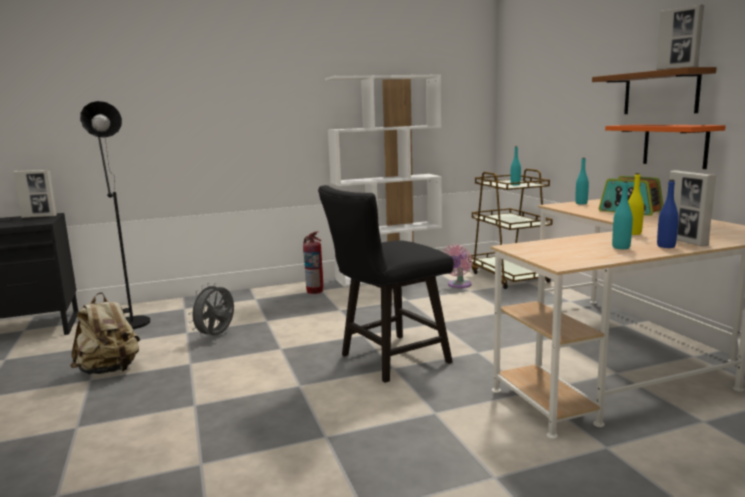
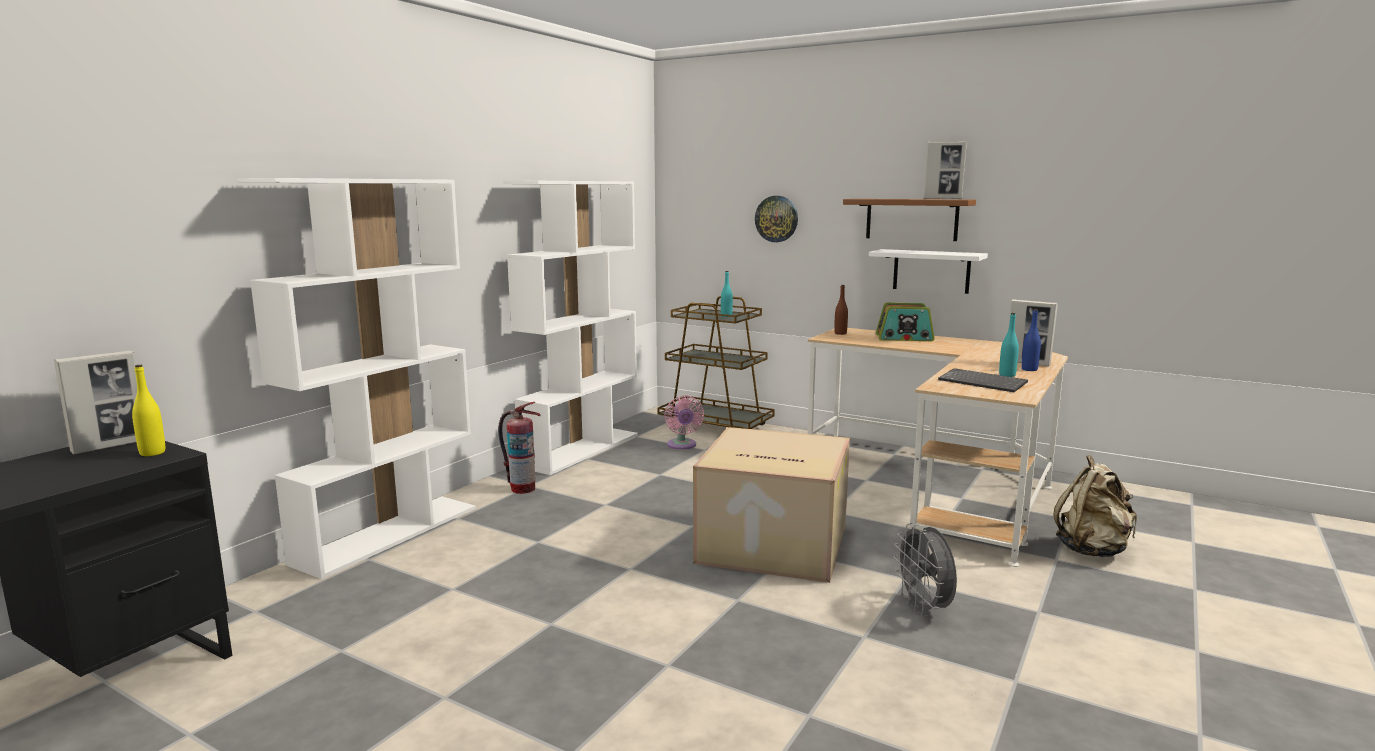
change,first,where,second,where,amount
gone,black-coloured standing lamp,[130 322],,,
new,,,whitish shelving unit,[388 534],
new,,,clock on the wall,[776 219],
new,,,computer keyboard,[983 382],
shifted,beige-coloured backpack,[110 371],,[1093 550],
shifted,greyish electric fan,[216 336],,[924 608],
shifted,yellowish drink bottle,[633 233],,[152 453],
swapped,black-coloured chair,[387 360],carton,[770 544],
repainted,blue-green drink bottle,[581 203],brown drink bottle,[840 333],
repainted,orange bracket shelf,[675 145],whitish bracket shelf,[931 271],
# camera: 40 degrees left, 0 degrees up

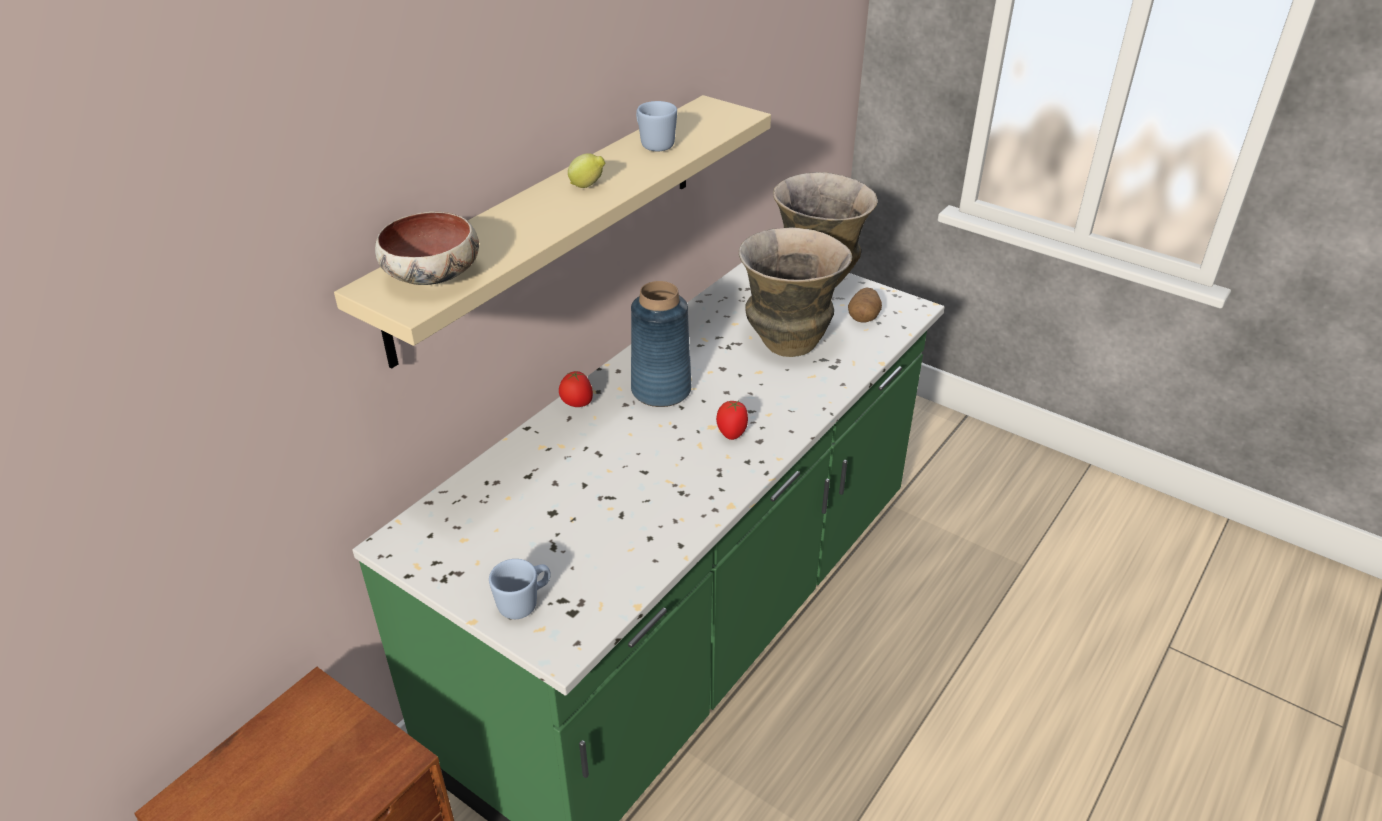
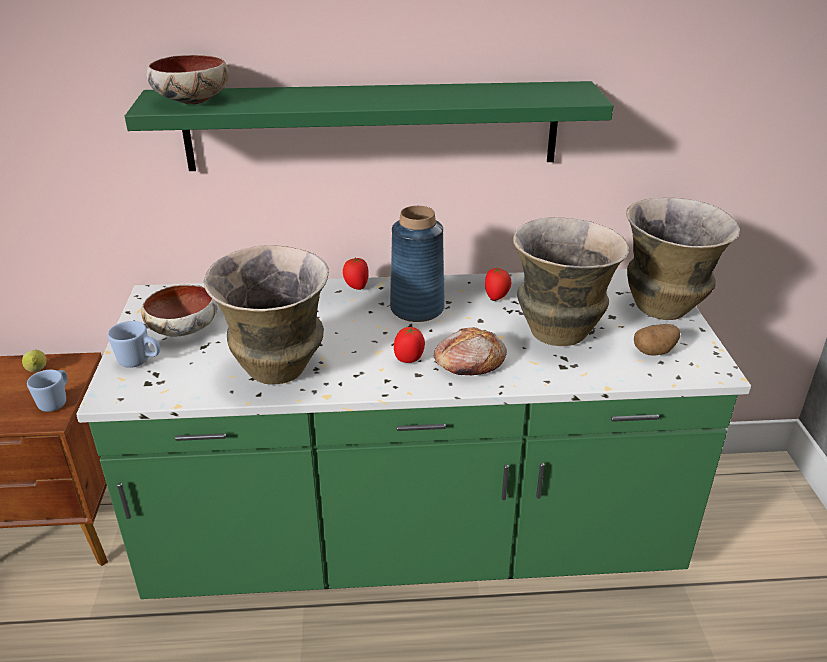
change,first,where,second,where,amount
new,,,deep dish,[184 329],
new,,,vase,[279 370],
new,,,bakery bread,[469 361],
new,,,whole tomato,[496 297],
shifted,citrus fruit,[588 186],,[37 371],
shifted,blue mug,[653 144],,[56 401],
repainted,beige-coloured bracket shelf,[551 222],greenish bracket shelf,[372 126],
# camera: 50 degrees right, 5 degrees down

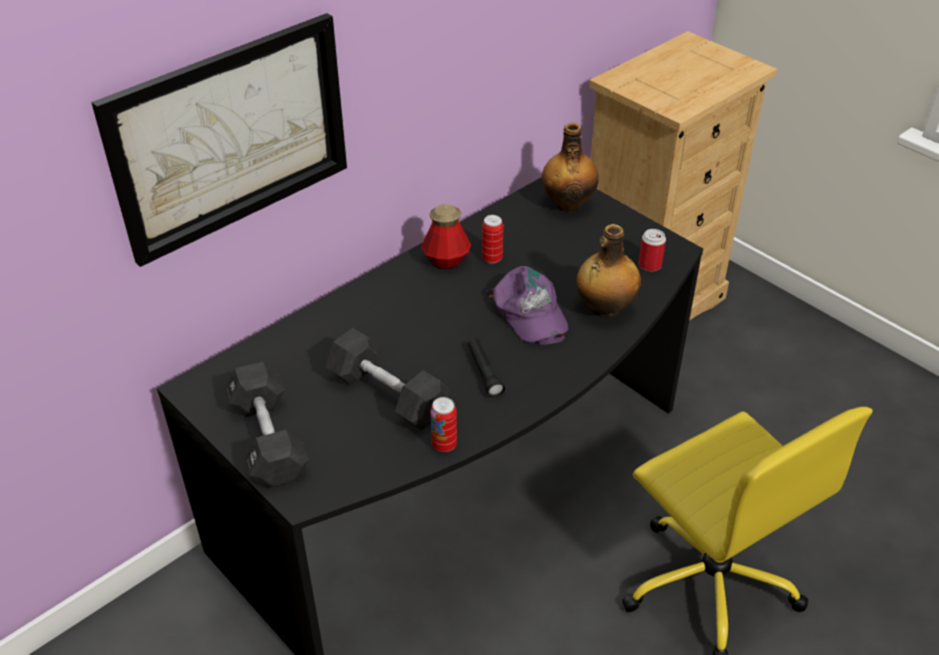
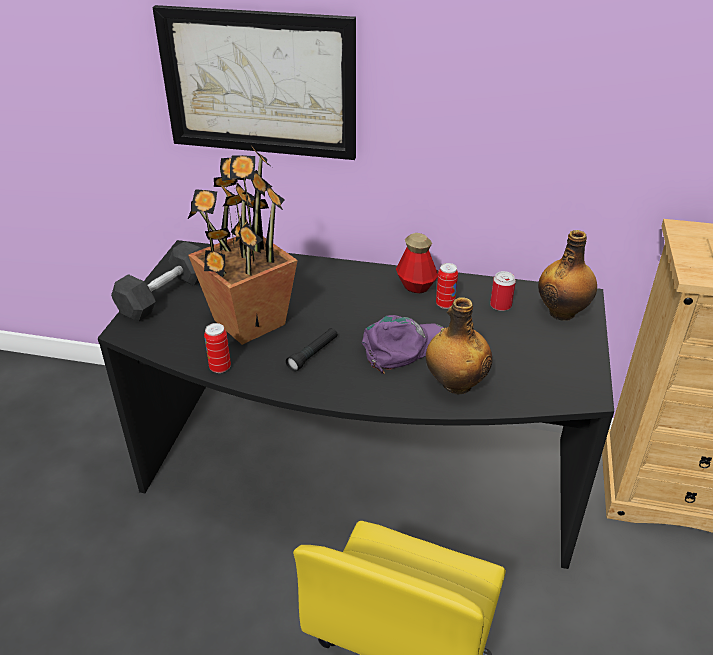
change,first,where,second,where,amount
shifted,sealed can,[650 265],,[500 305],
swapped,black-coloured free weight,[387 395],houseplant,[248 322],
rotated,purple cap,[529 313],,[403 347],150 degrees counterclockwise
# camera: 55 degrees right, 5 degrees down

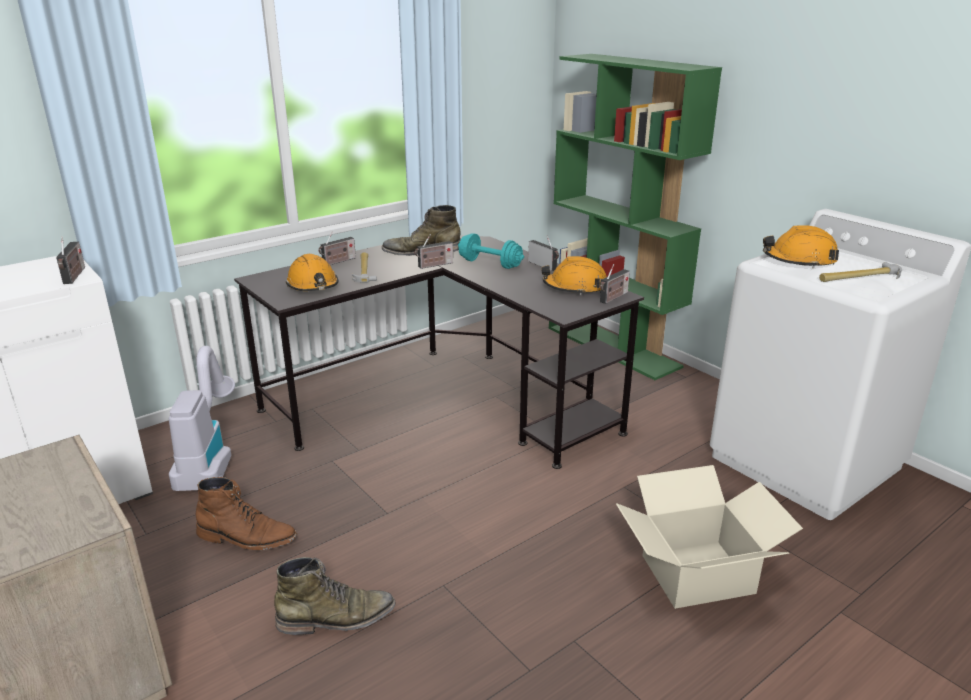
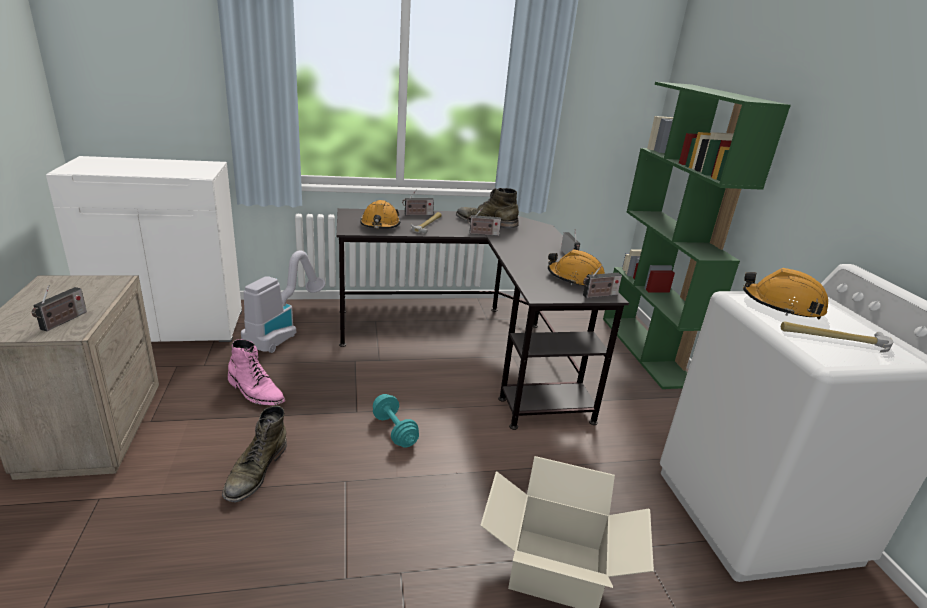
change,first,where,second,where,amount
shifted,radio set,[74 276],,[62 321],
shifted,blue-green free weight,[490 264],,[394 430],
repainted,brown tall boot,[247 538],pink-coloured tall boot,[255 391],
rotated,greenish tall boot,[337 618],,[256 471],90 degrees clockwise
# camera: 25 degrees right, 0 degrees up

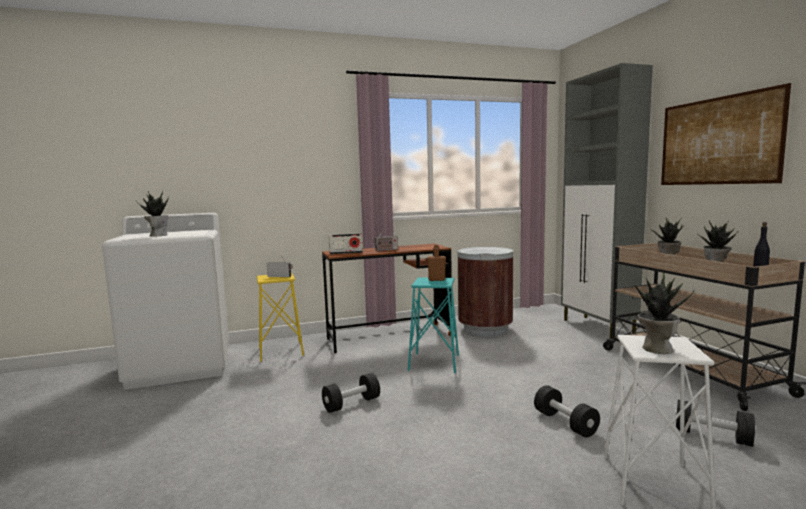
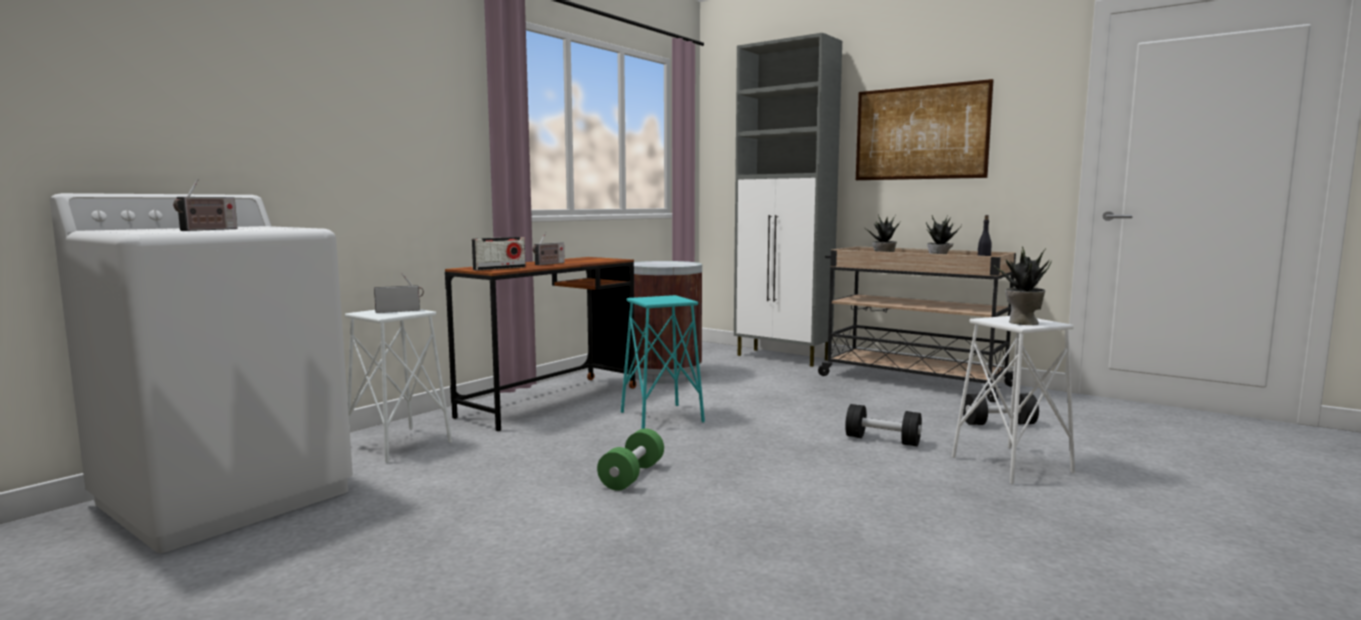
change,first,where,second,where,amount
gone,brown drink bottle,[436 280],,,
swapped,houseplant,[158 235],radio set,[207 230],
repainted,yellowish stool seat,[281 351],whitish stool seat,[399 444],
repainted,black-coloured free weight,[351 404],greenish free weight,[632 476],
# camera: 35 degrees left, 0 degrees up

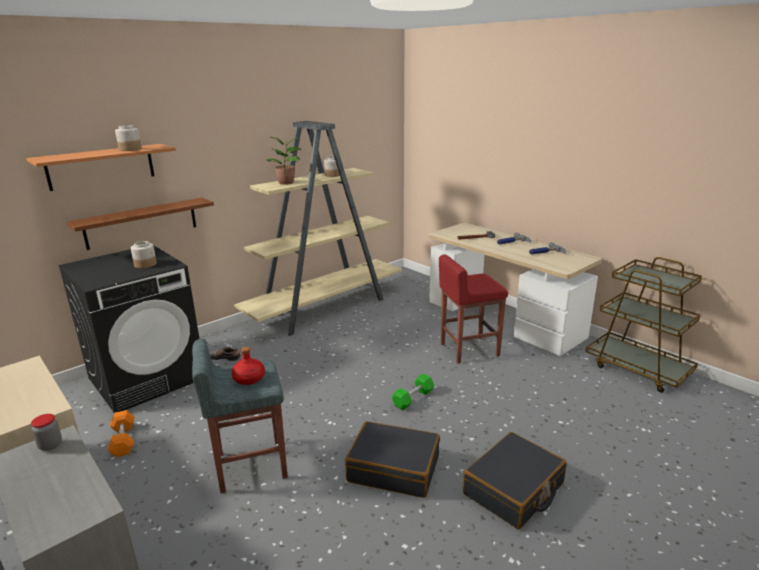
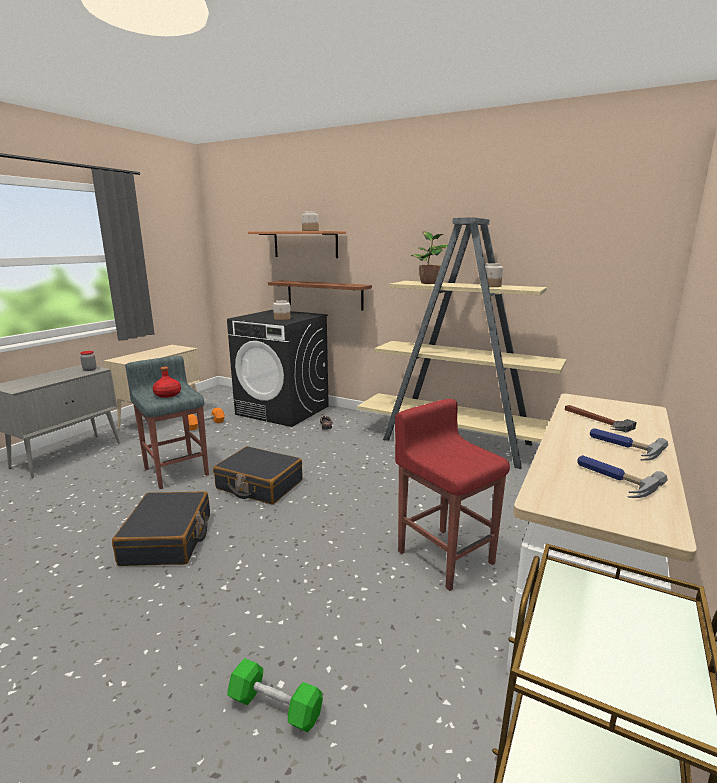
change,first,where,second,where,amount
shifted,greenish free weight,[413 398],,[275 706],
shifted,black-coloured travel case,[514 489],,[259 485],
# camera: 70 degrees right, 5 degrees down

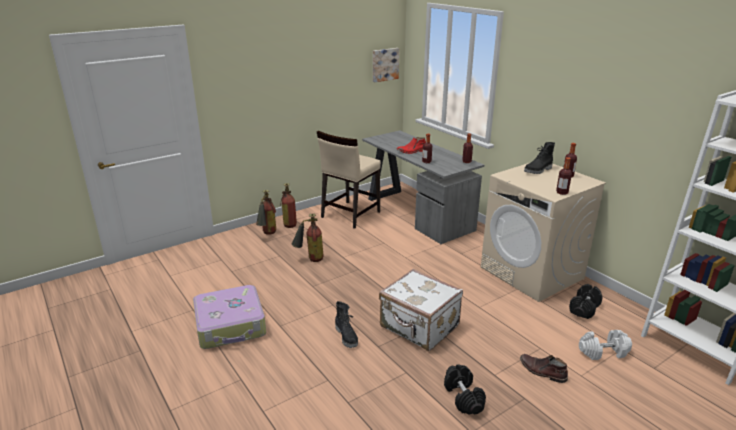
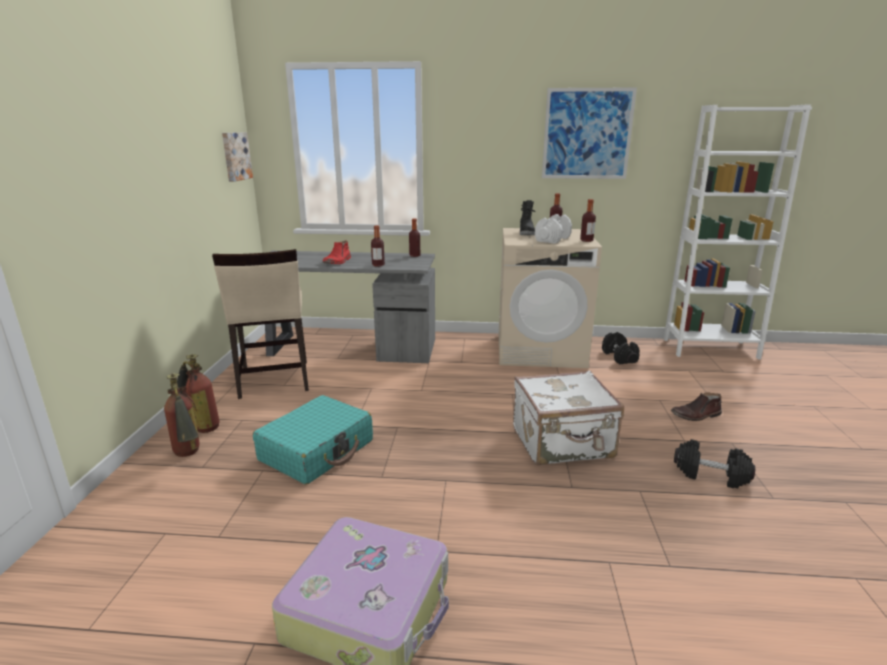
change,first,where,second,where,amount
gone,black-coloured tall boot,[347 336],,,
new,,,picture,[587 134],
shifted,whitish free weight,[603 352],,[552 239],
swapped,extinguisher,[310 259],blue-green travel case,[317 450],
# camera: 50 degrees left, 5 degrees down

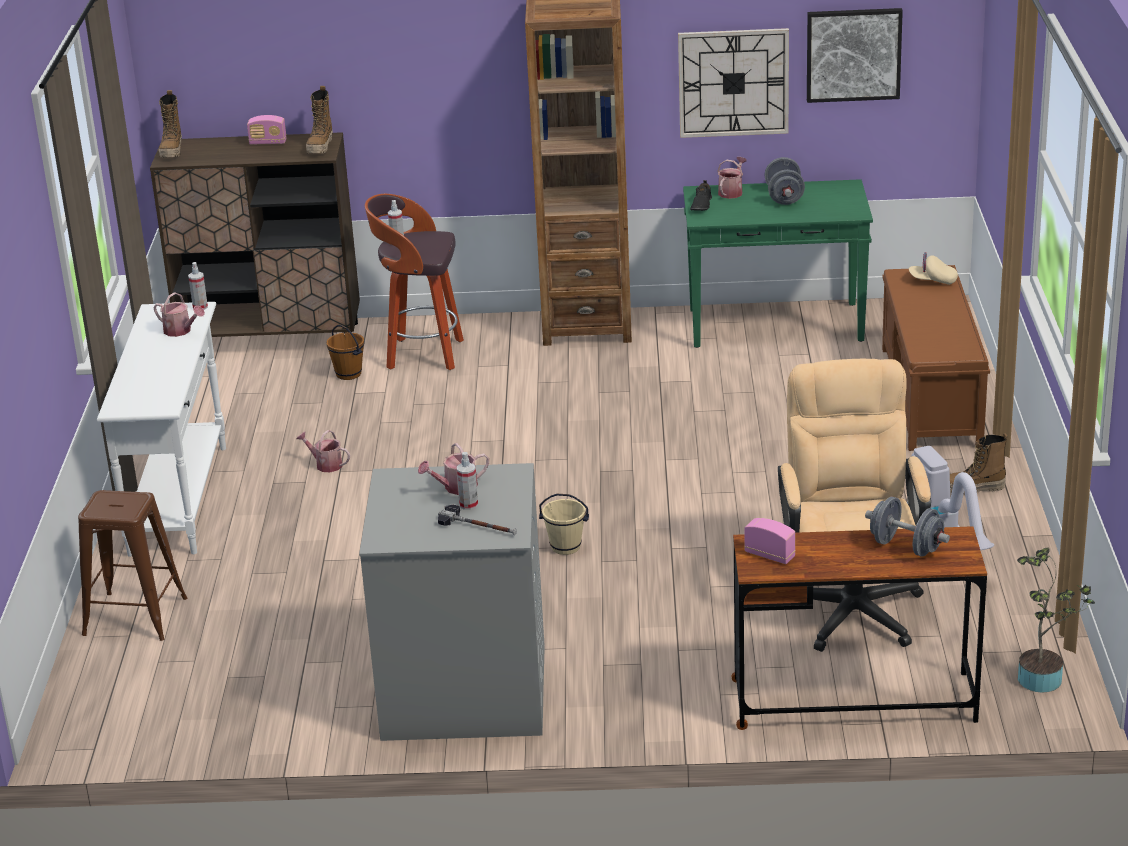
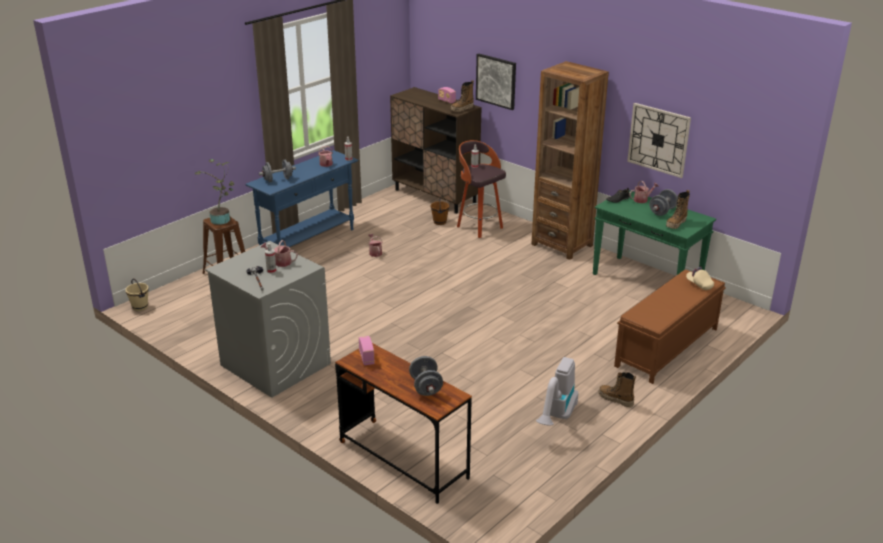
change,first,where,second,where,amount
gone,beige-coloured computer chair,[851 602],,,
new,,,greyish free weight,[278 180],
shifted,tall boot,[172 151],,[676 224],
shifted,beige-coloured pail,[565 547],,[140 307],
shifted,picture,[853 54],,[496 81],
shifted,houseplant,[1044 678],,[222 220],
repainted,whitish hall table,[179 499],blue hall table,[308 241],
# camera: 40 degrees right, 0 degrees up

